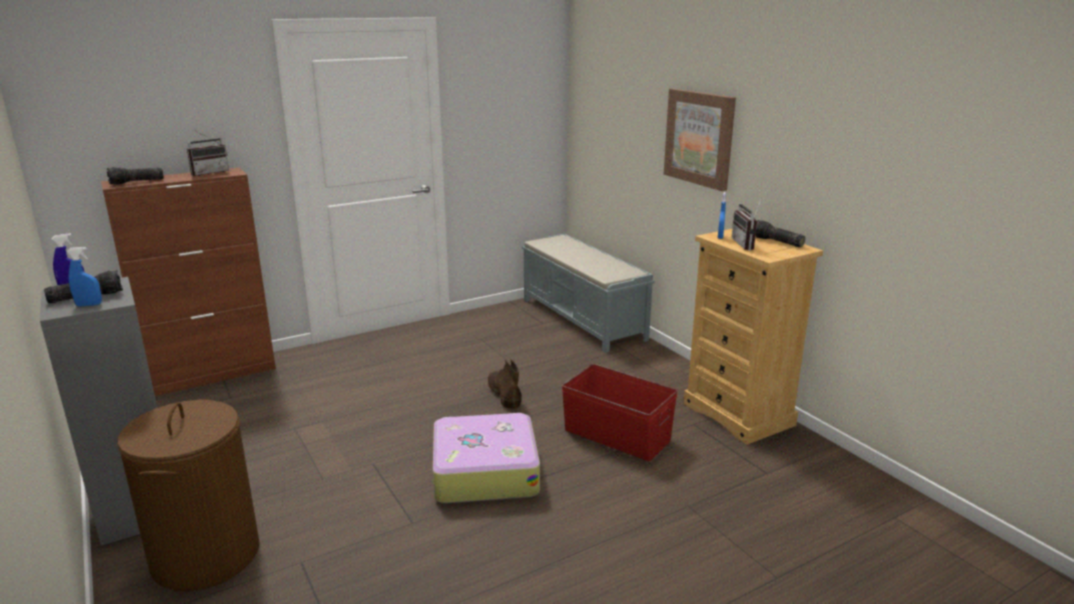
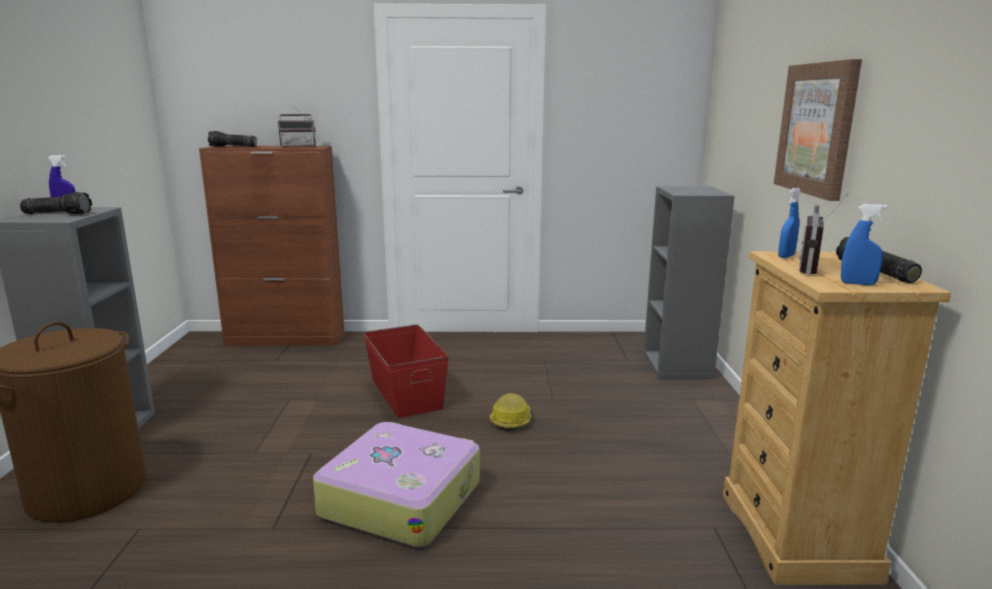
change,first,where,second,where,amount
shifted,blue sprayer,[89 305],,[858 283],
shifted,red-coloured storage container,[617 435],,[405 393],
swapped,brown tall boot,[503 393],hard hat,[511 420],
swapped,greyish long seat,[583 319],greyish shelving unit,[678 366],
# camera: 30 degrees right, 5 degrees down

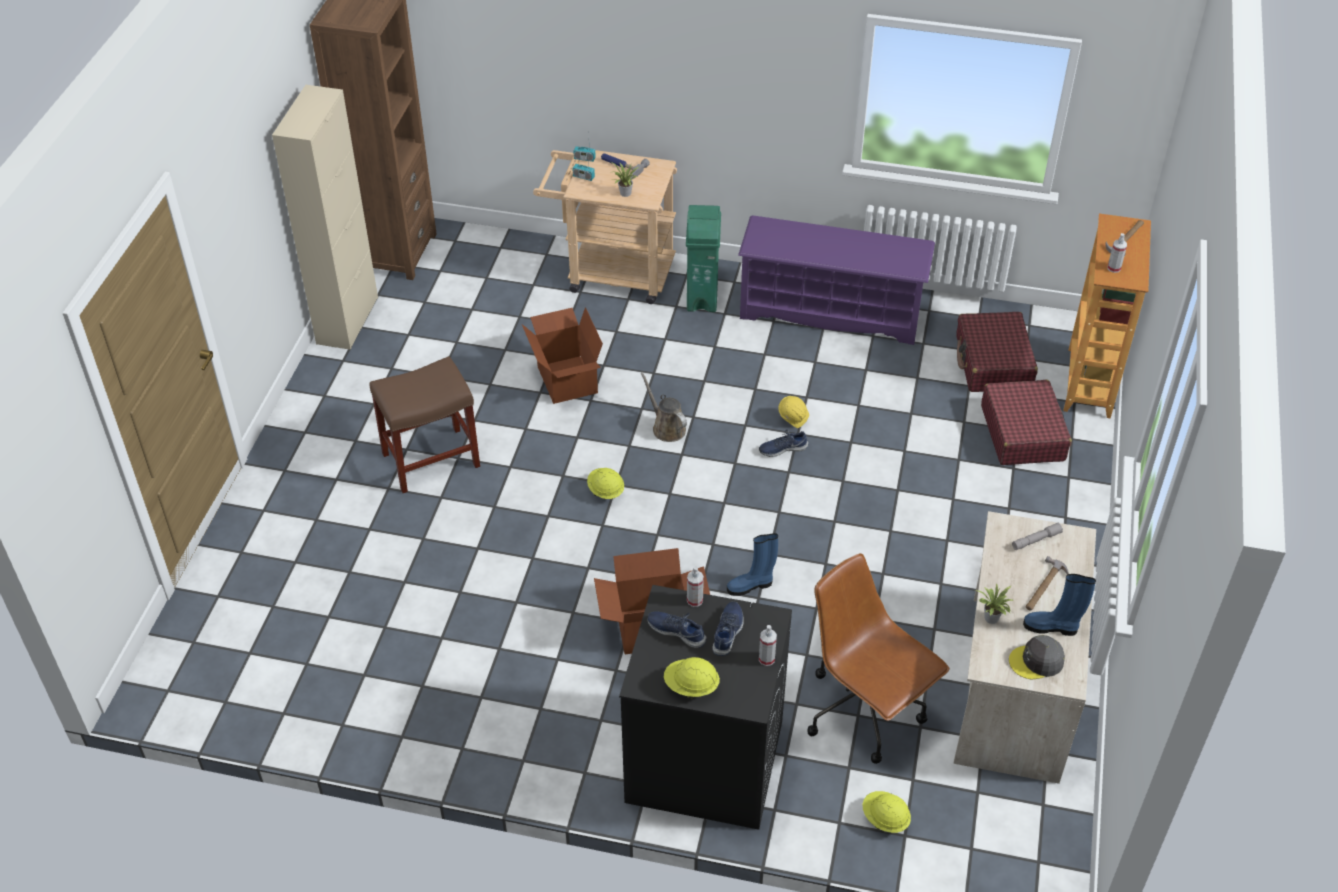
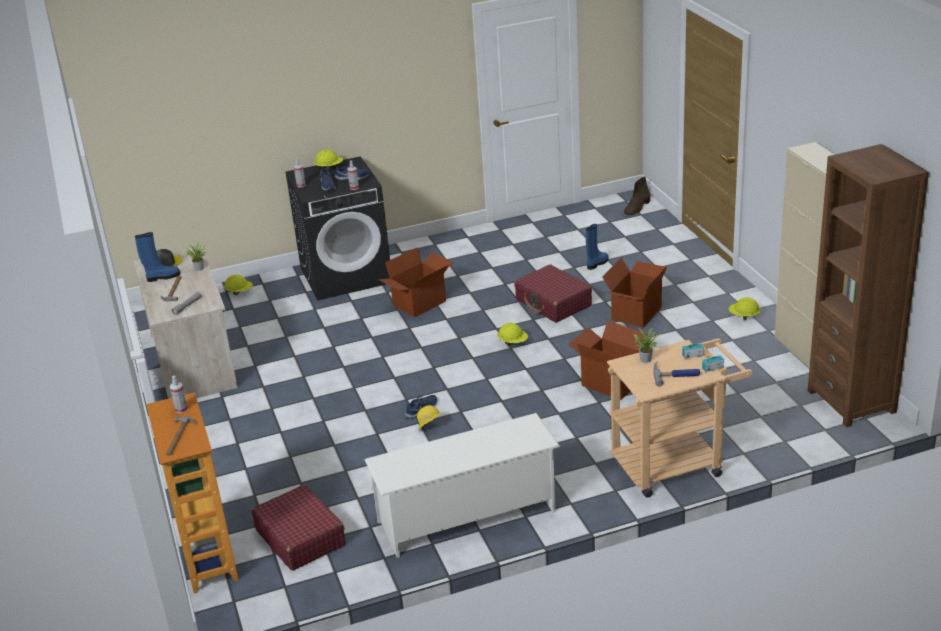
change,first,where,second,where,amount
gone,brown watering pot,[666 427],,,
gone,greenish waste bin,[702 296],,,
gone,brown computer chair,[865 712],,,
new,,,brown tall boot,[637 208],
new,,,yellowish hard hat,[744 316],
shifted,blue tall boot,[751 586],,[597 263],
shifted,red-coloured travel case,[1022 433],,[553 303],
swapped,brown stool seat,[432 459],carton,[635 313],
repainted,purple shoe shelf,[831 312],whitish shoe shelf,[467 516],
# camera: 150 degrees right, 15 degrees down

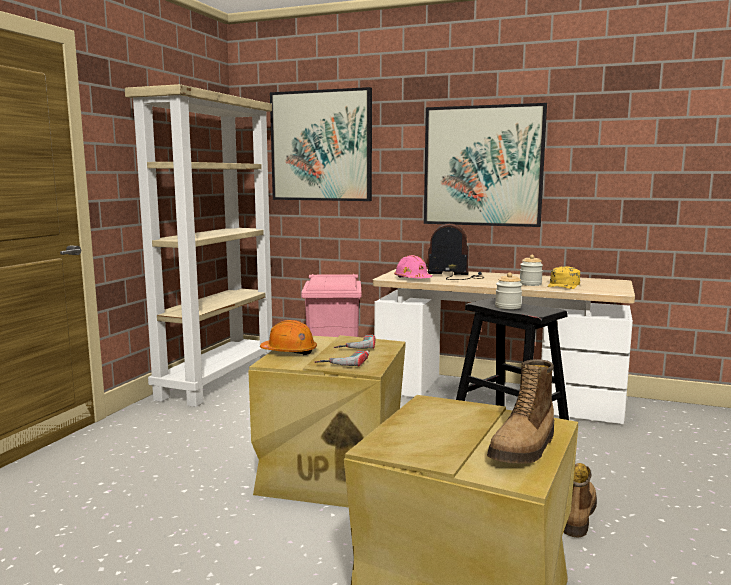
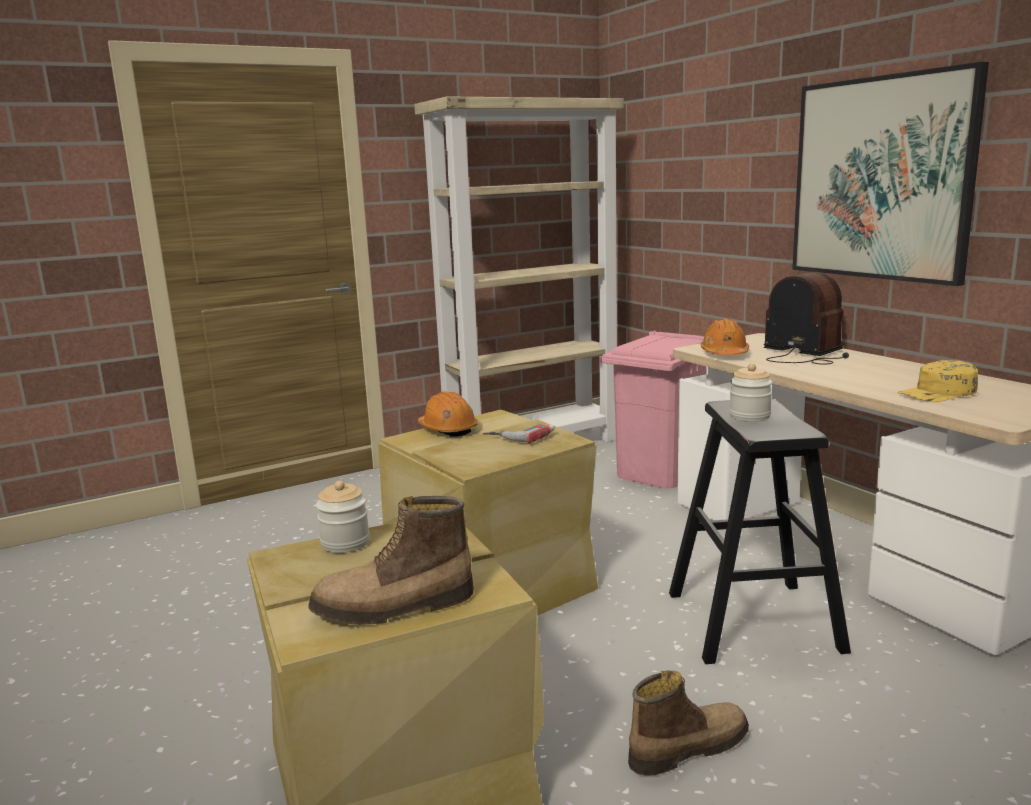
change,first,where,second,where,amount
gone,picture,[321 146],,,
gone,drill,[343 361],,,
shifted,preserve jar,[530 284],,[345 543],
repainted,pink-coloured hard hat,[412 279],orange hard hat,[724 354],
# camera: 40 degrees right, 5 degrees up

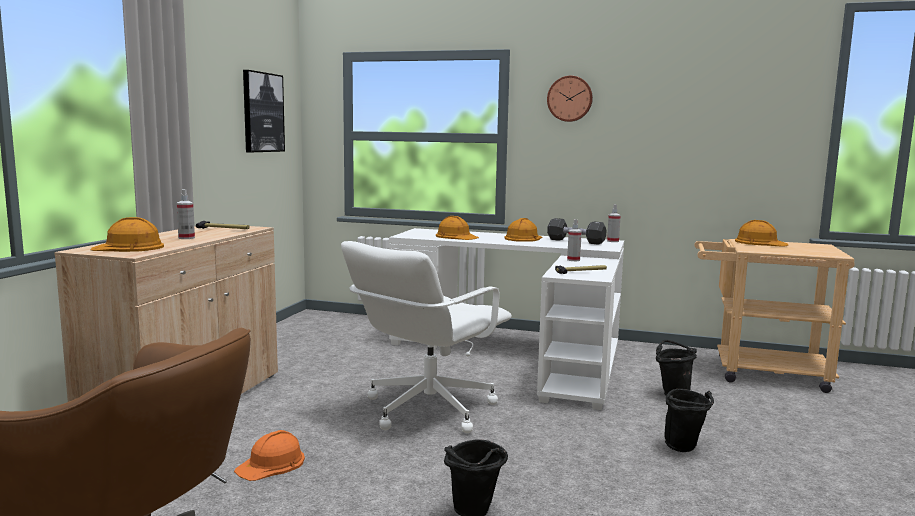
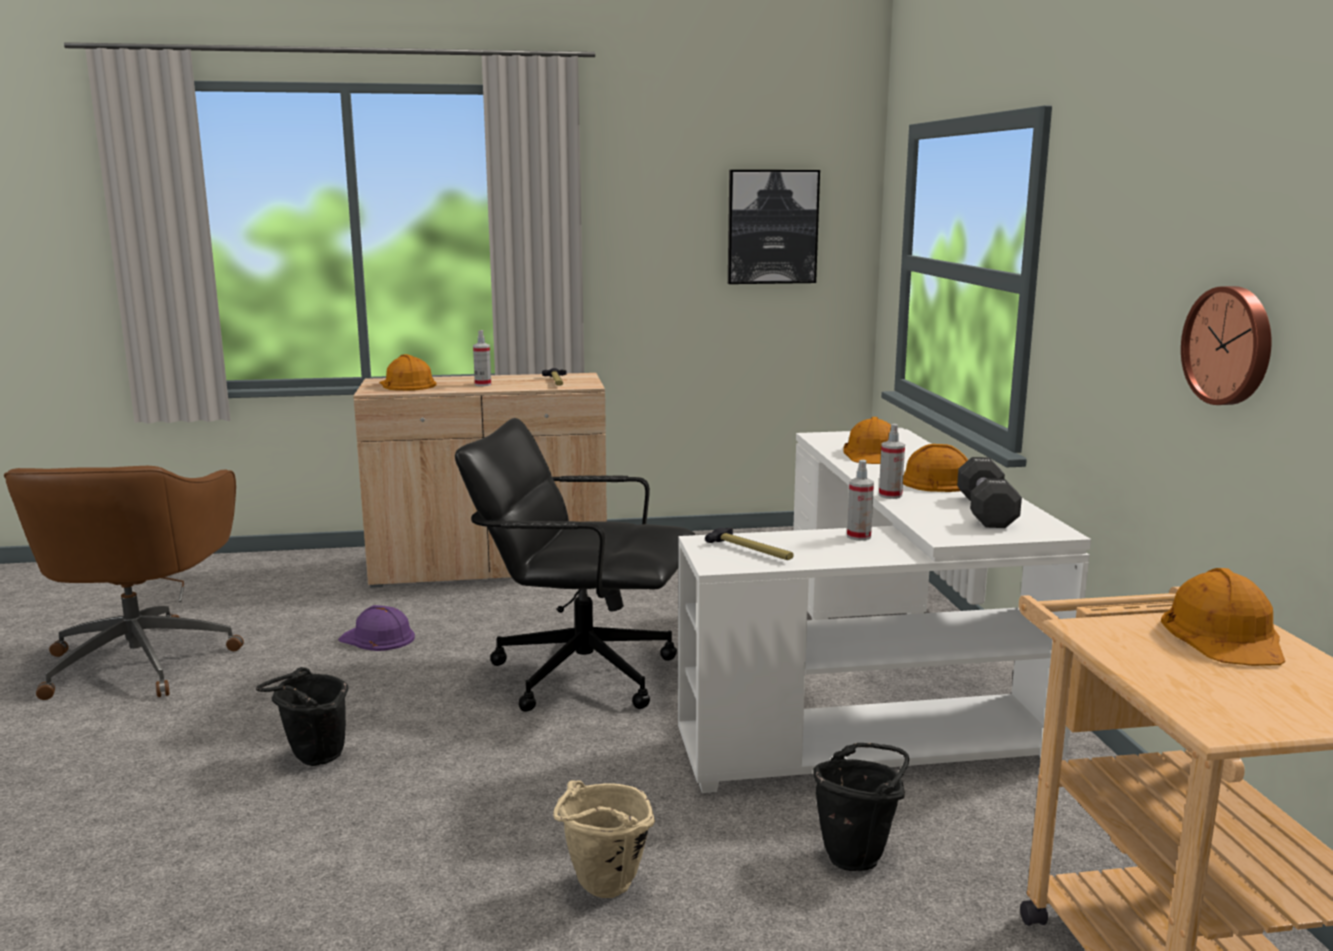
change,first,where,second,where,amount
shifted,clock on the wall,[570 99],,[1230 345],
shifted,sprayer,[613 241],,[890 495],
repainted,orange hard hat,[272 464],purple hard hat,[378 638],
repainted,whitish computer chair,[427 409],black-coloured computer chair,[582 673],
repainted,black-coloured pail,[685 448],beige-coloured pail,[602 890],
# camera: 65 degrees right, 5 degrees up

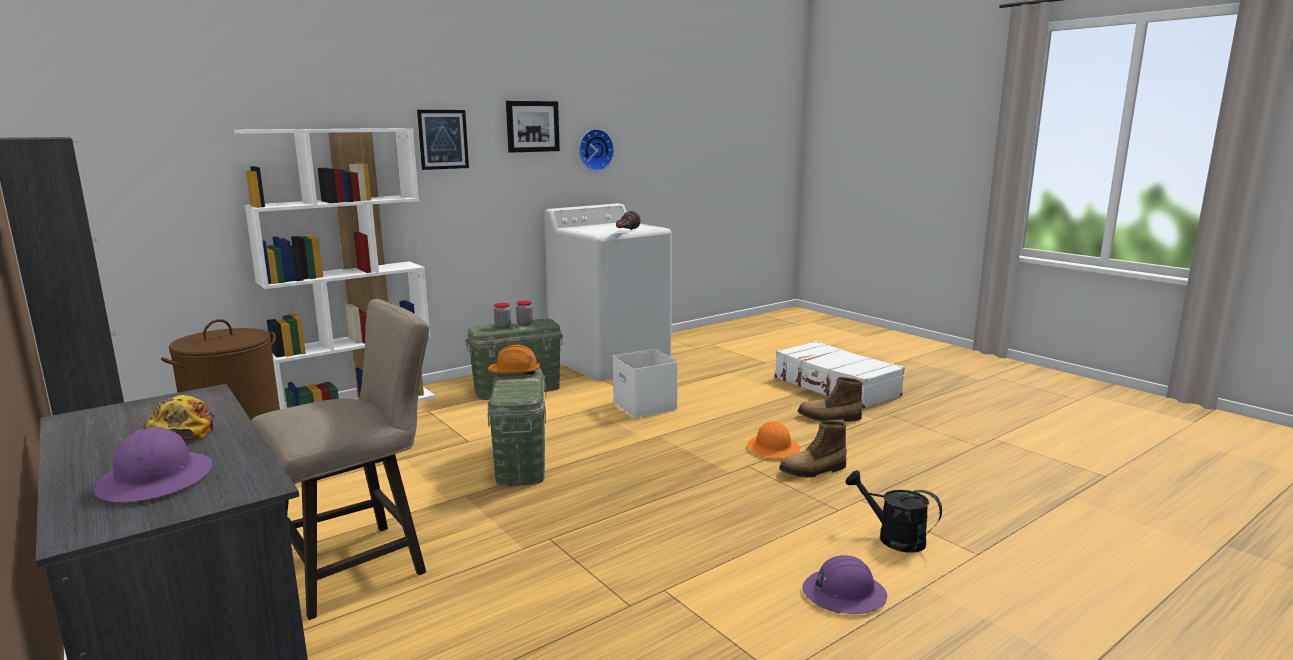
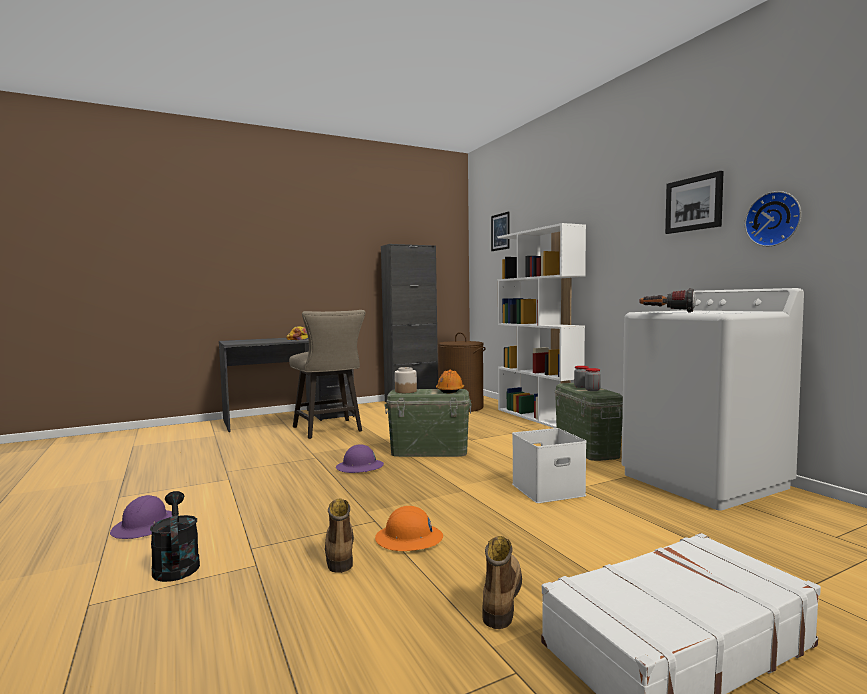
change,first,where,second,where,amount
new,,,preserve jar,[406 391],
shifted,purple hard hat,[156 479],,[360 467],
shifted,picture,[443 139],,[500 231],
rotated,black-coloured watering pot,[893 537],,[176 564],75 degrees counterclockwise
# camera: 100 degrees right, 10 degrees down

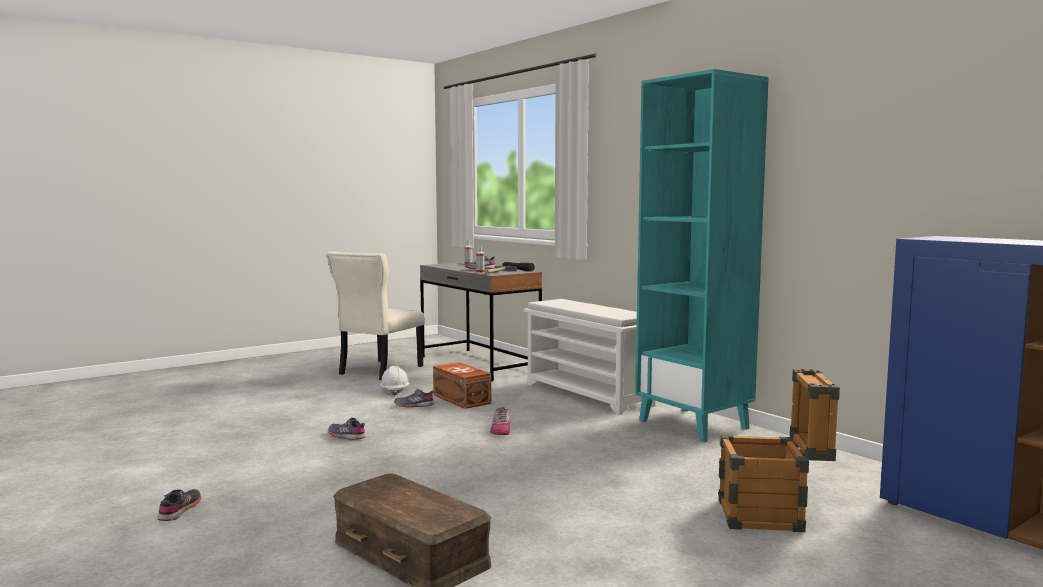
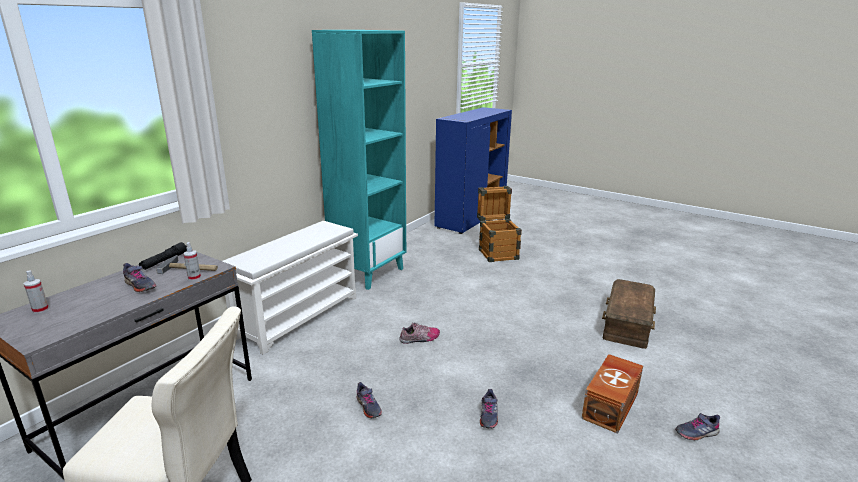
change,first,where,second,where,amount
gone,whitish hard hat,[394 391],,,
shifted,brown storage container,[461 399],,[611 405],
# camera: 110 degrees left, 15 degrees up

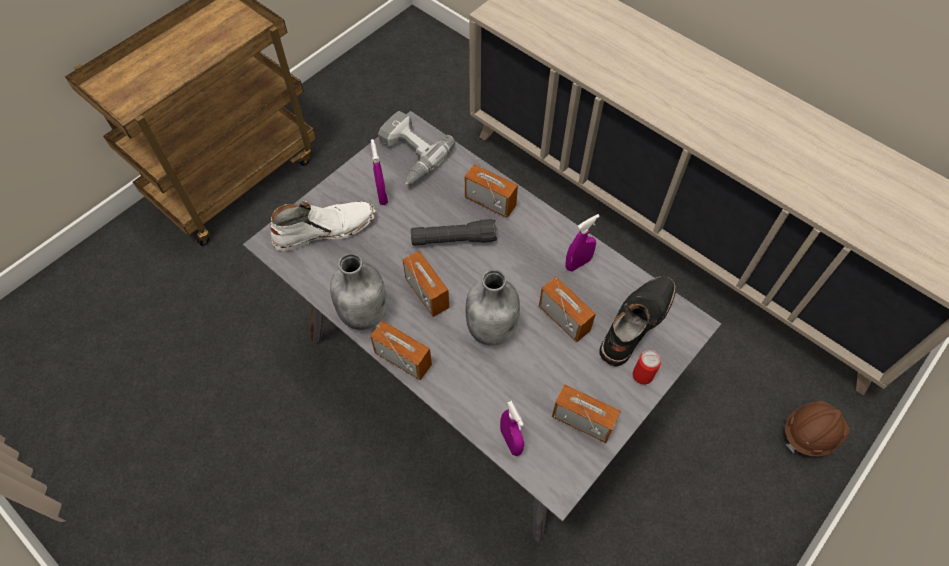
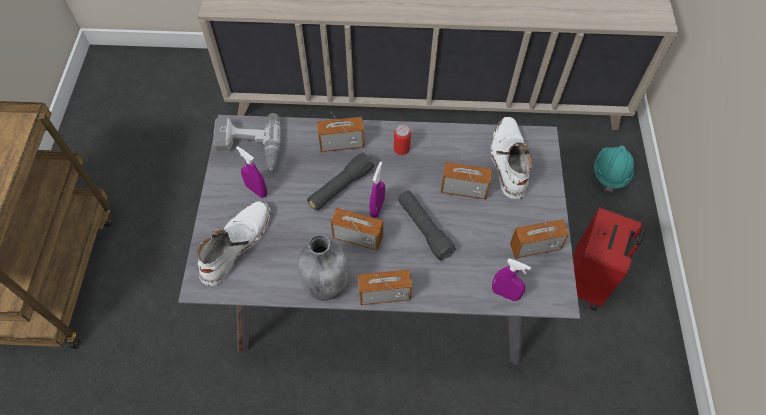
change,first,where,second,where,amount
new,,,red-coloured travel case,[586 282],
shifted,purple sprayer,[578 263],,[377 208],
shifted,sealed can,[642 375],,[401 149],
swapped,greyish drink bottle,[492 328],black-coloured flashlight,[424 229],
repainted,black-coloured tall boot,[635 322],whitish tall boot,[508 161],
repainted,brown hard hat,[810 433],blue-green hard hat,[610 173],
# camera: 40 degrees left, 0 degrees up

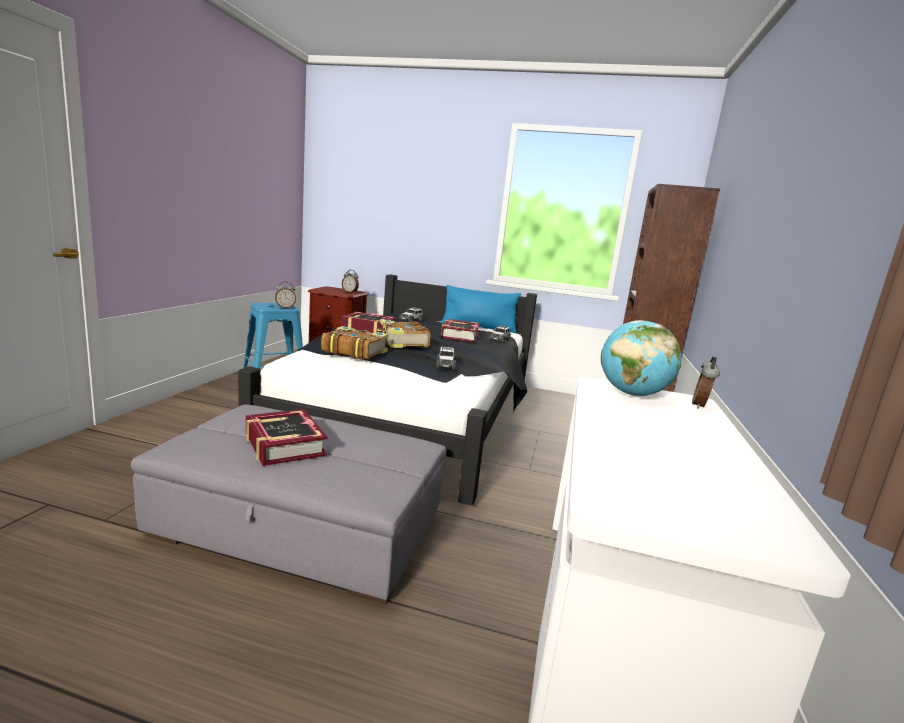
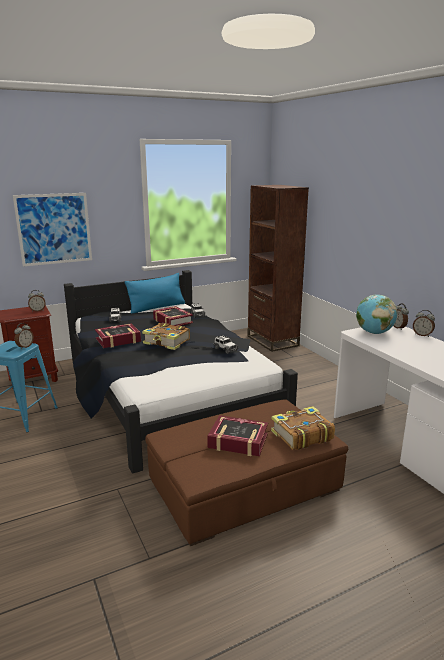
change,first,where,second,where,amount
new,,,picture,[54 229],
new,,,bedside clock,[422 335],
shifted,volume,[354 352],,[301 435],
repainted,greyish pouffe,[301 525],brown pouffe,[244 486],
# camera: 40 degrees left, 5 degrees up

